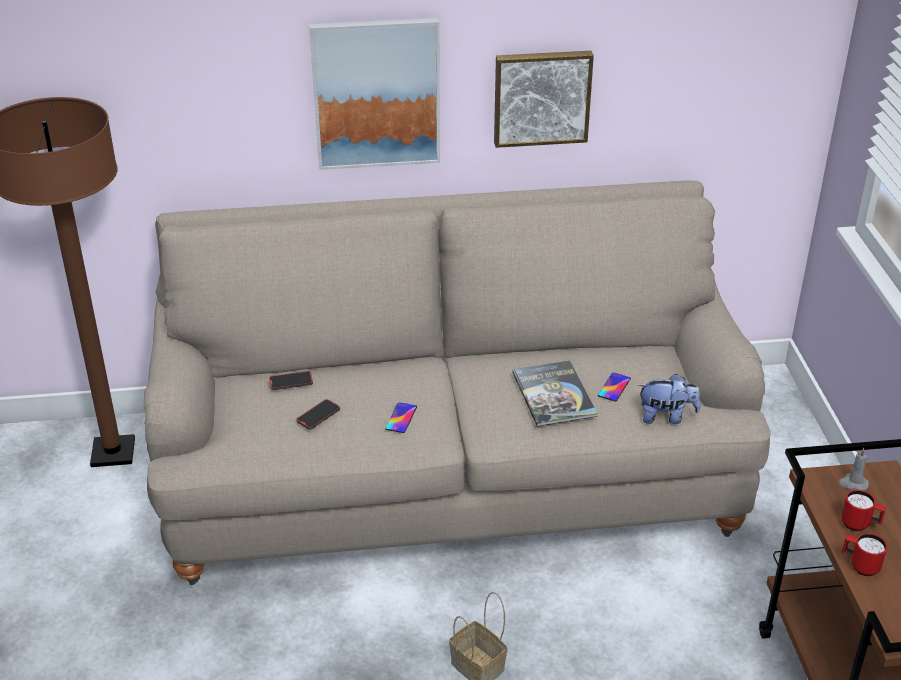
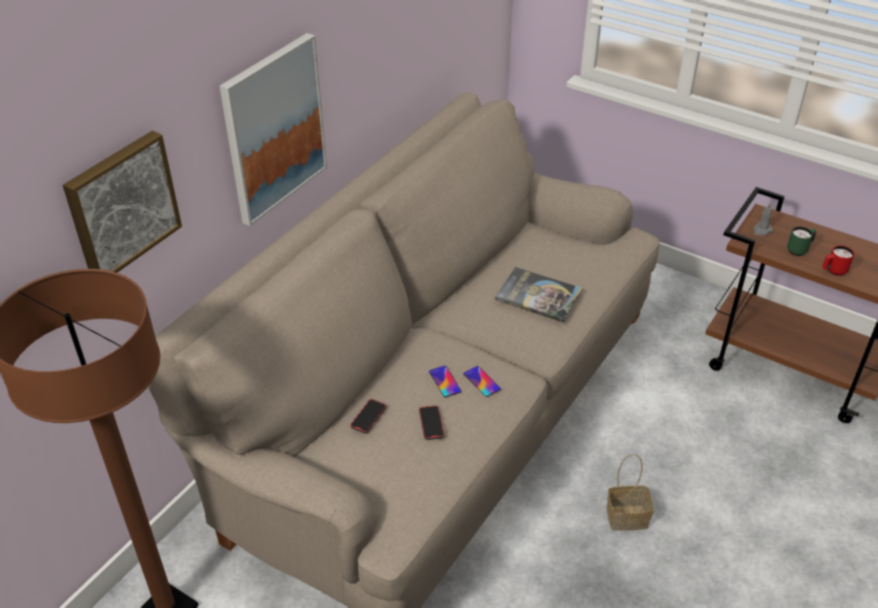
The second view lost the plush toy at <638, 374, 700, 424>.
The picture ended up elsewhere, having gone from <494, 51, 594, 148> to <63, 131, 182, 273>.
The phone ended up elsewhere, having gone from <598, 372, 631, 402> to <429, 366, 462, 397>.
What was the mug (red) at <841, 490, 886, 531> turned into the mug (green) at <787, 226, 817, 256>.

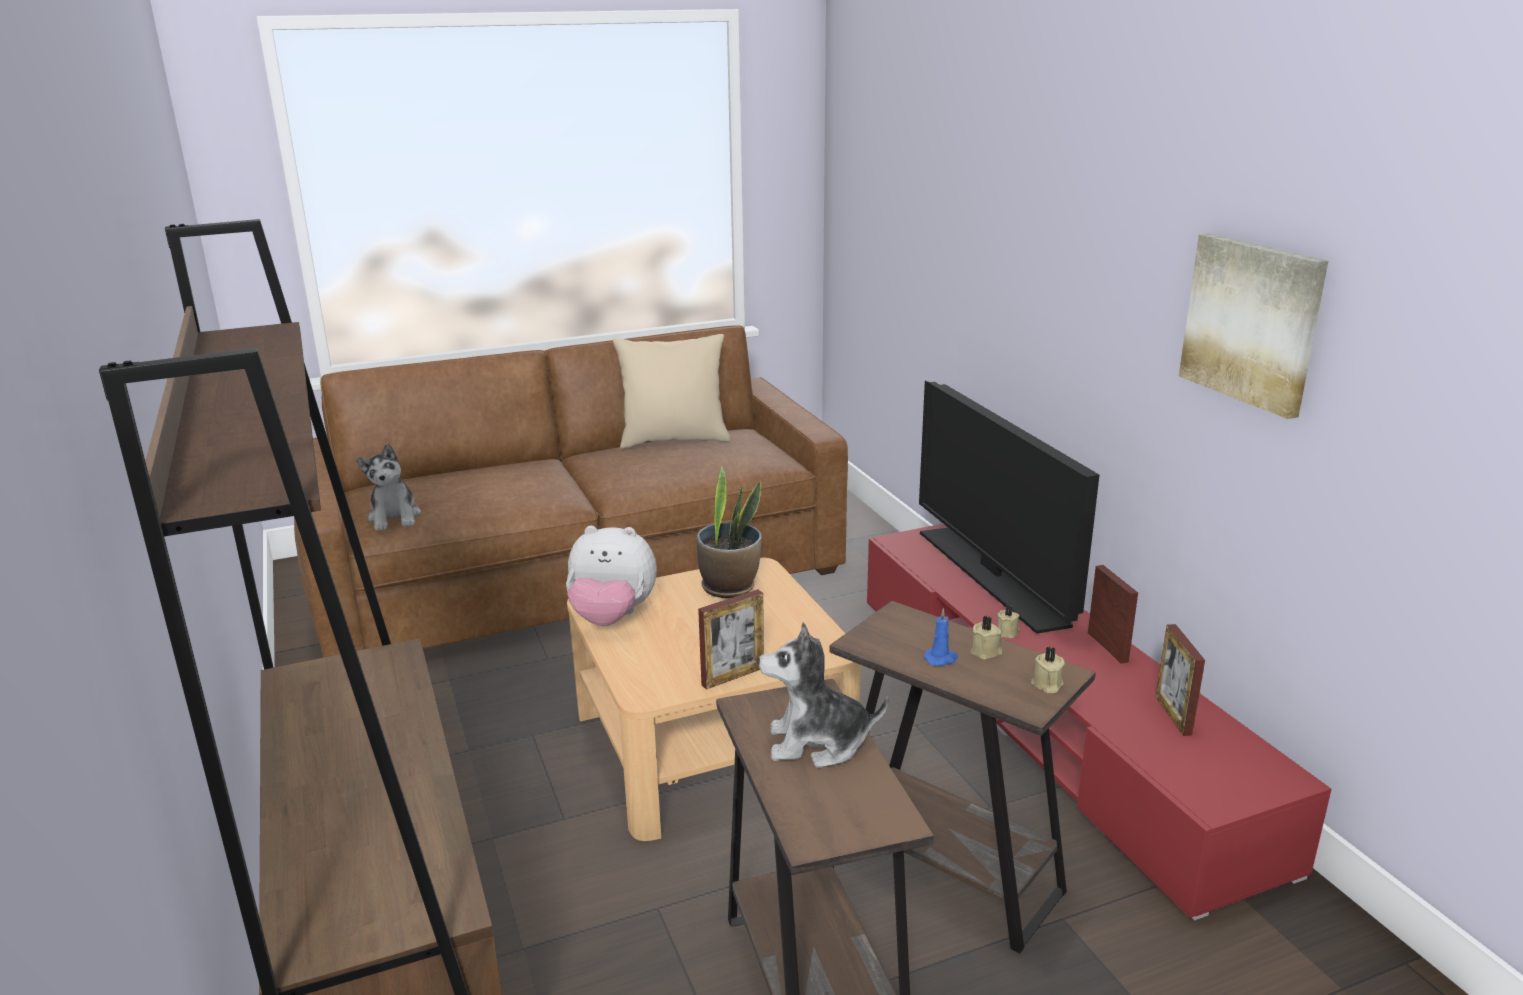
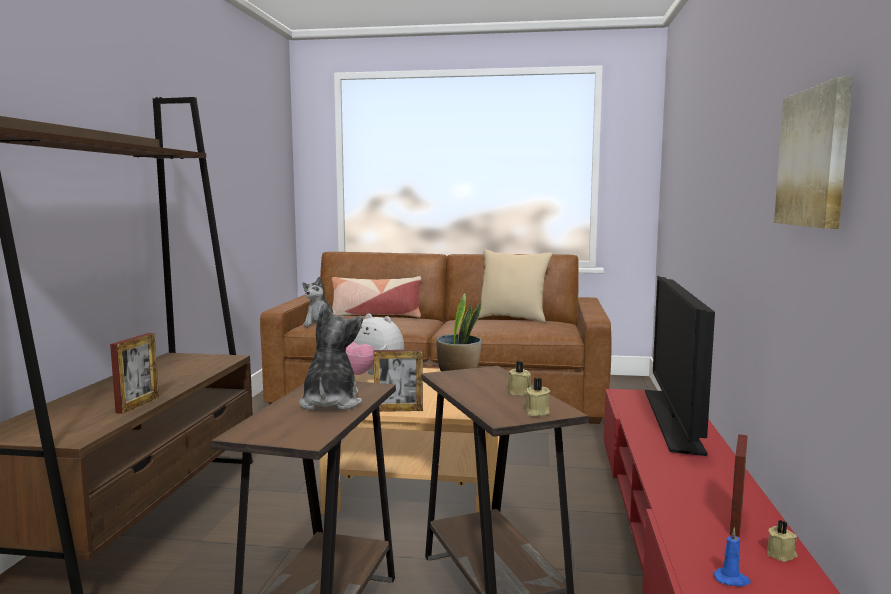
The second view gained the pillow at <332, 276, 421, 318>.
The candle (blue) ended up elsewhere, having gone from <923, 608, 958, 666> to <714, 527, 751, 586>.
The candle (beige) ended up elsewhere, having gone from <997, 605, 1020, 638> to <767, 520, 798, 562>.
The picture frame ended up elsewhere, having gone from <1088, 565, 1138, 664> to <110, 333, 159, 414>.
The plush toy at <758, 622, 888, 768> ended up facing another way, 60 degrees clockwise from before.

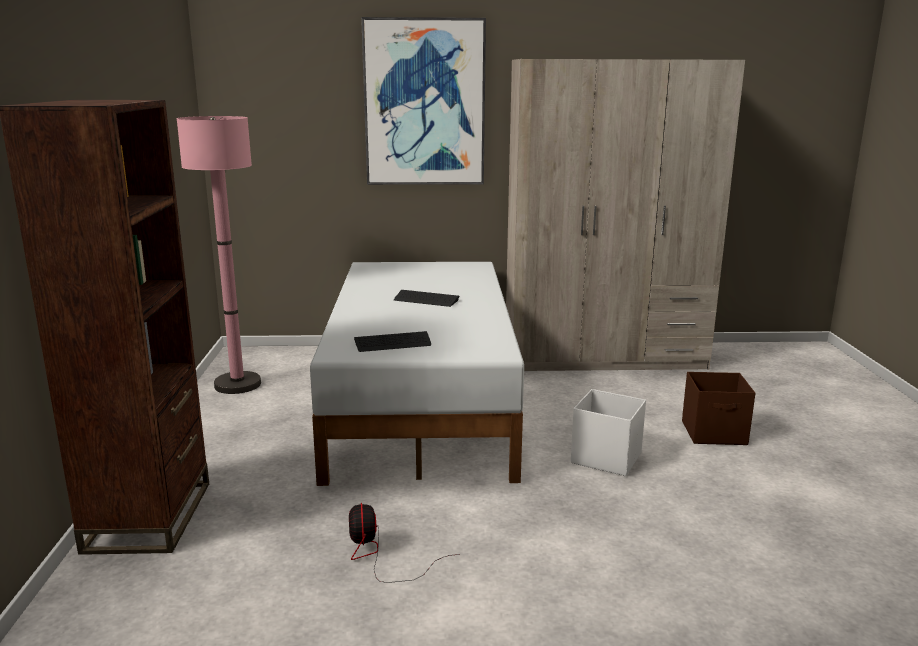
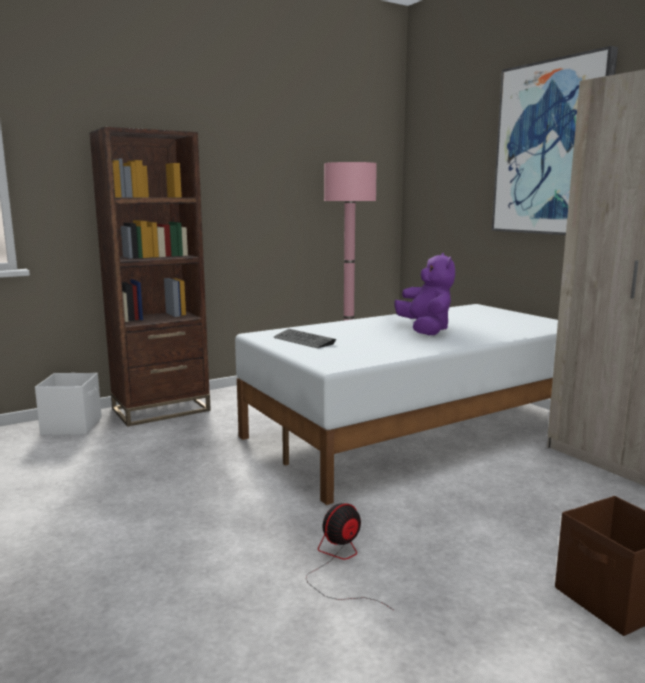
The fan ended up elsewhere, having gone from <349, 503, 460, 583> to <306, 503, 393, 610>.
The storage box (white) ended up elsewhere, having gone from <571, 389, 646, 476> to <35, 373, 102, 435>.
Where the keyboard stood at <394, 290, 459, 307>, the plush toy (purple) came to stand at <394, 253, 455, 335>.

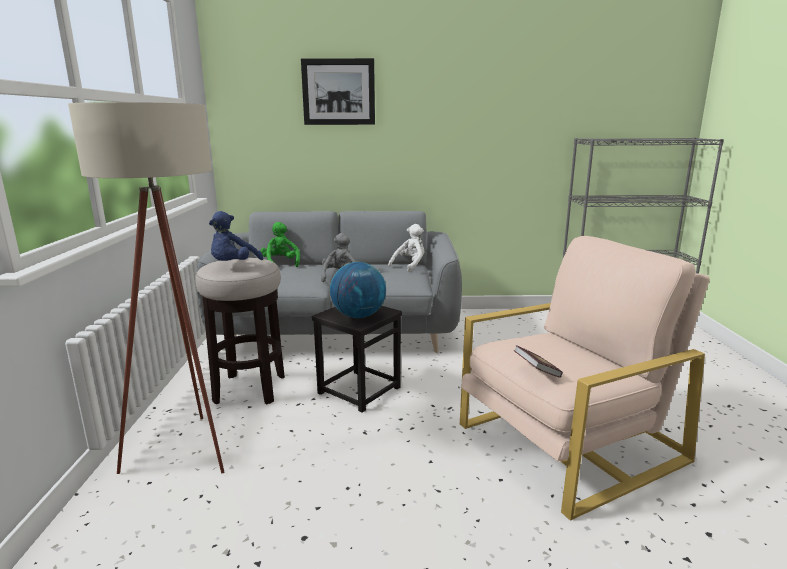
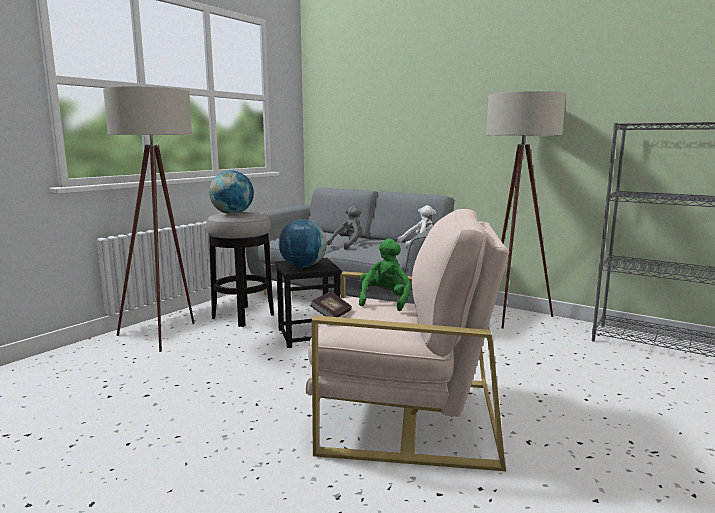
The second view lost the picture at <301, 58, 375, 125>.
The second view gained the floor lamp (beige) at <486, 91, 566, 329>.
The plush toy (green) ended up elsewhere, having gone from <261, 222, 300, 267> to <359, 238, 411, 311>.
Where the plush toy (blue) stood at <209, 211, 263, 261>, the globe came to stand at <209, 170, 254, 214>.

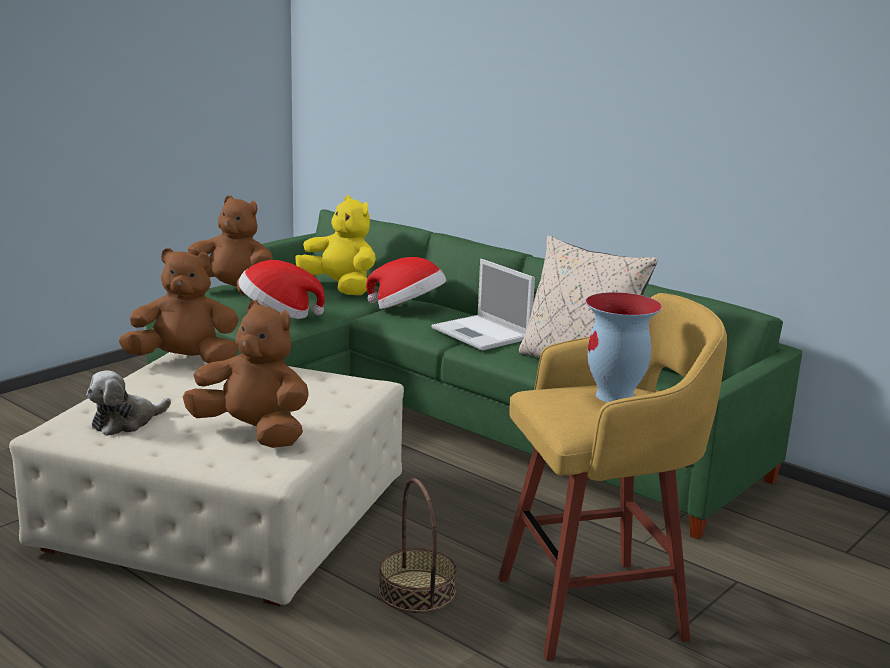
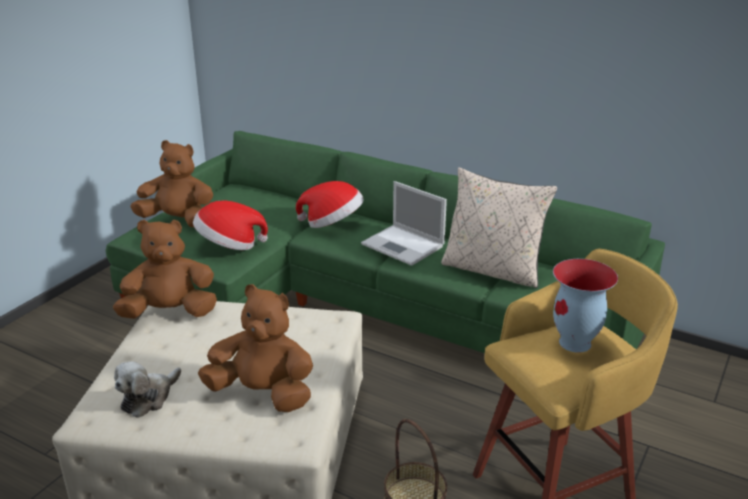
The second view lost the plush toy (yellow) at <295, 195, 376, 295>.

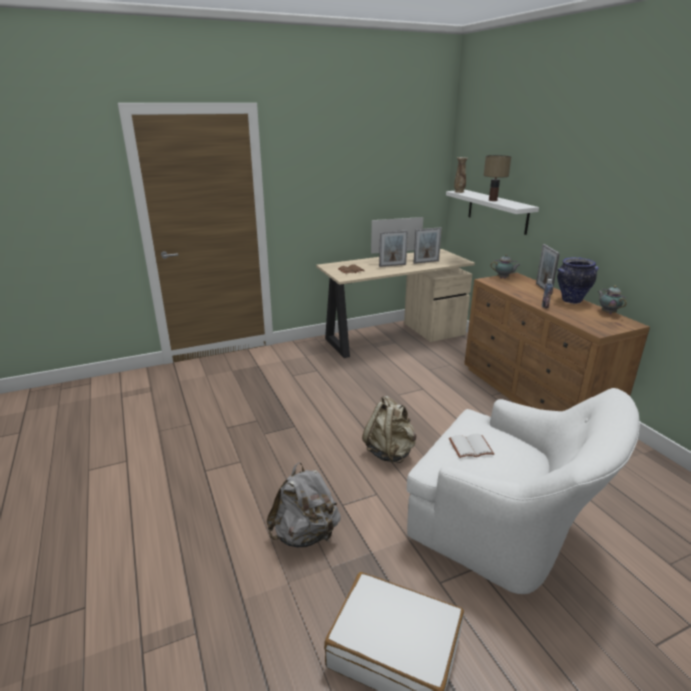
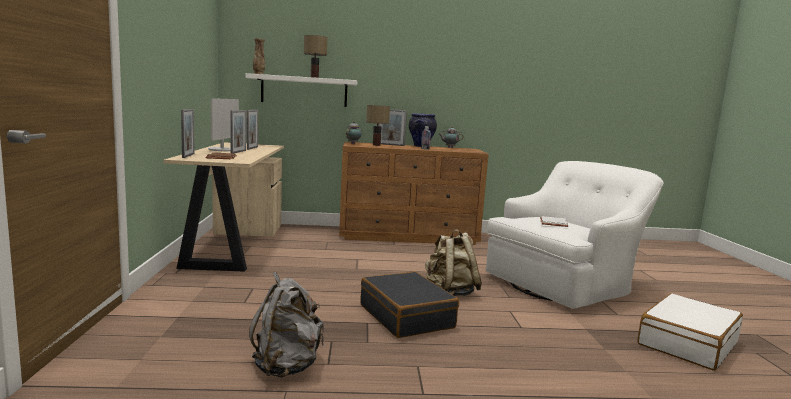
The second view gained the picture frame at <181, 109, 195, 158>.
The second view gained the suitcase (black) at <361, 272, 459, 338>.
The second view gained the table lamp at <366, 105, 390, 146>.
The backpack (grey) ended up elsewhere, having gone from <267, 462, 341, 547> to <249, 272, 324, 378>.

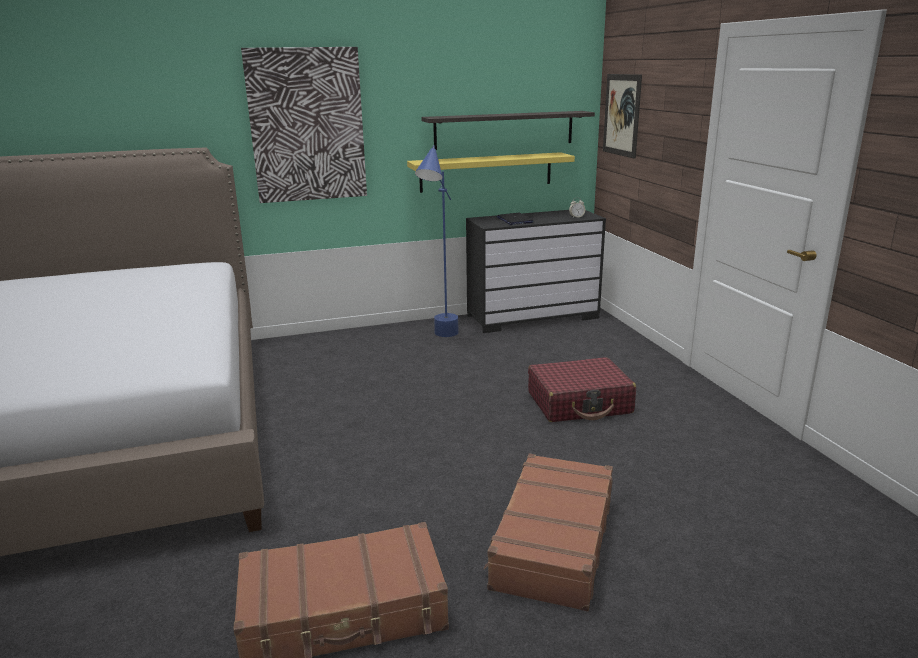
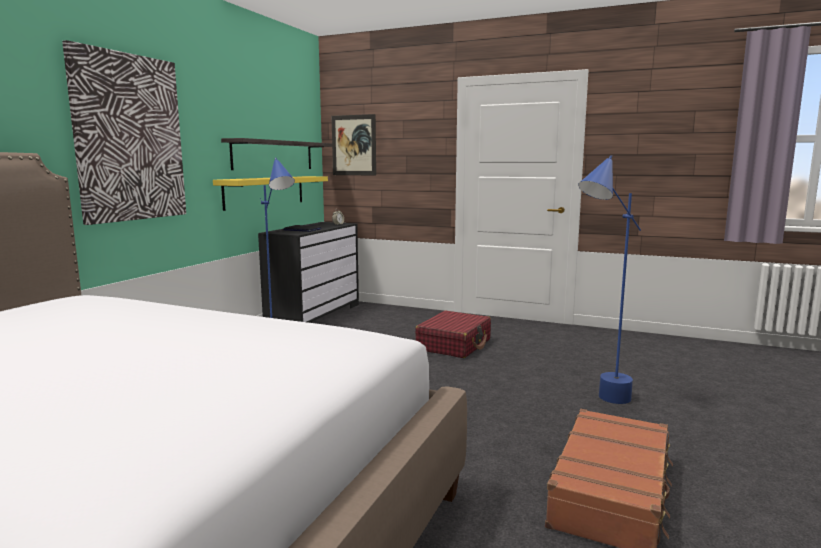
Where the suitcase (brown) stood at <484, 454, 613, 612>, the floor lamp (blue) came to stand at <578, 155, 641, 404>.

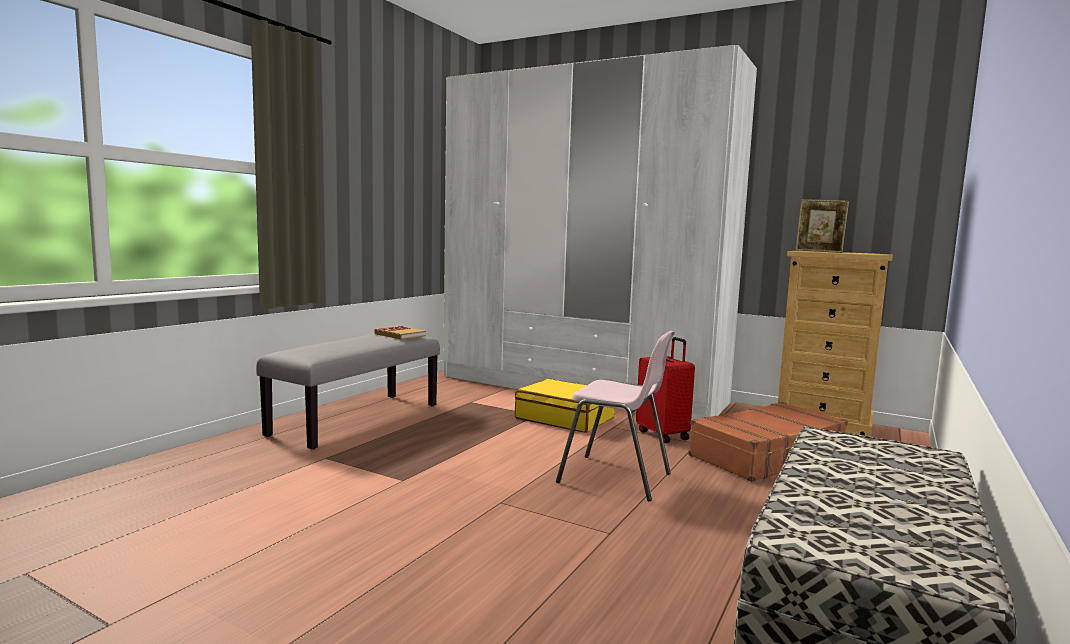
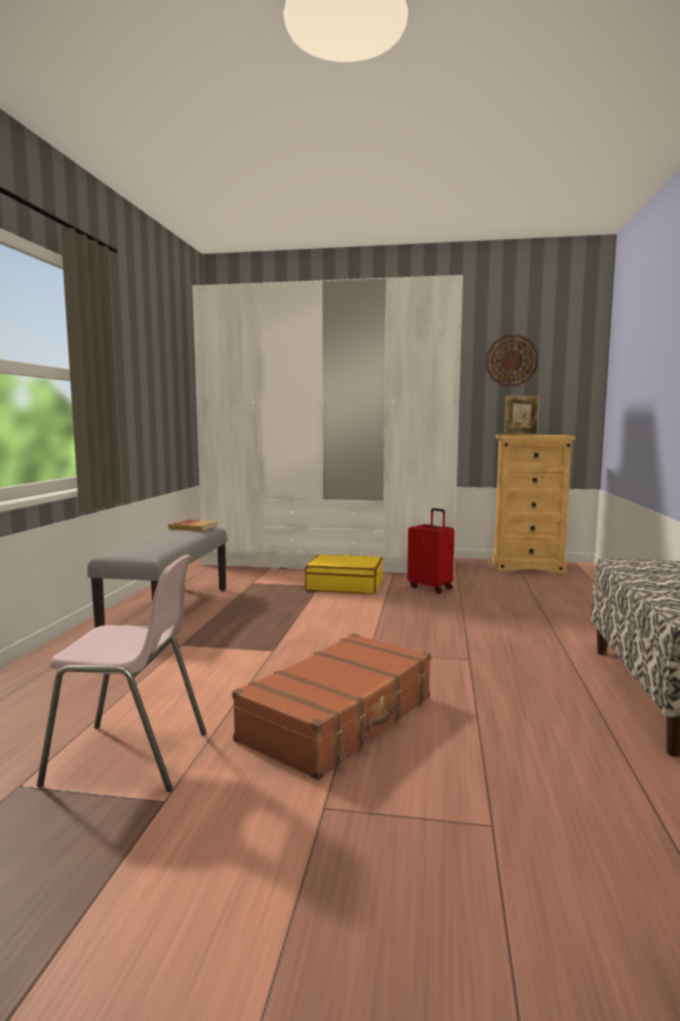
The second view gained the wall clock at <486, 335, 538, 387>.
The chair (pink) ended up elsewhere, having gone from <556, 331, 675, 501> to <37, 555, 207, 792>.
The suitcase (brown) ended up elsewhere, having gone from <688, 402, 848, 482> to <232, 633, 431, 780>.

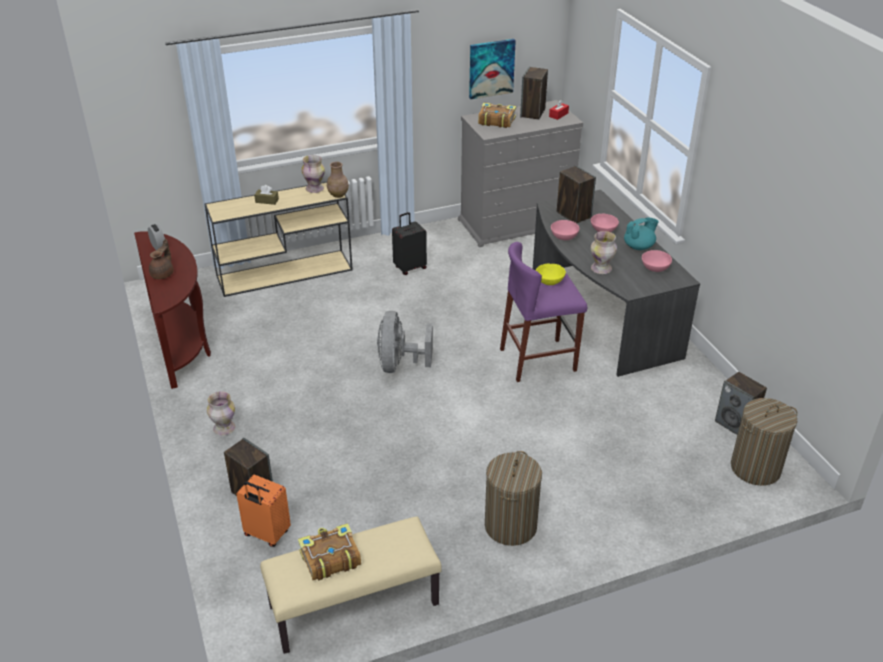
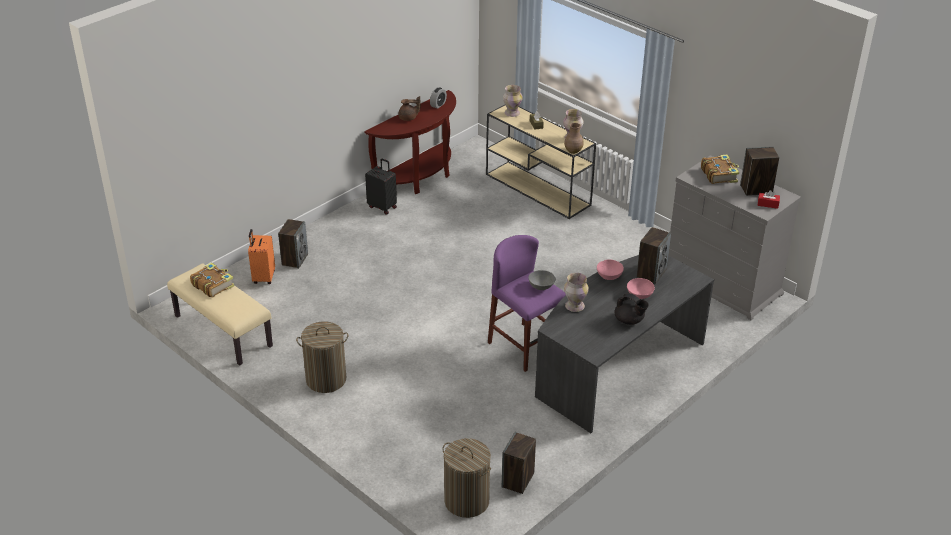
The second view lost the fan (grey) at <377, 311, 433, 373>.
The second view lost the picture at <469, 39, 516, 99>.
The second view lost the bowl (pink) at <642, 250, 672, 272>.
The vase ended up elsewhere, having gone from <207, 391, 236, 435> to <503, 85, 523, 117>.
The suitcase (black) ended up elsewhere, having gone from <392, 212, 427, 275> to <365, 158, 397, 215>.
What was the bowl (yellow) at <536, 264, 566, 285> turned into the bowl (grey) at <529, 270, 556, 290>.
What was the teapot (turquoise) at <624, 217, 659, 250> turned into the teapot (black) at <615, 293, 649, 325>.

